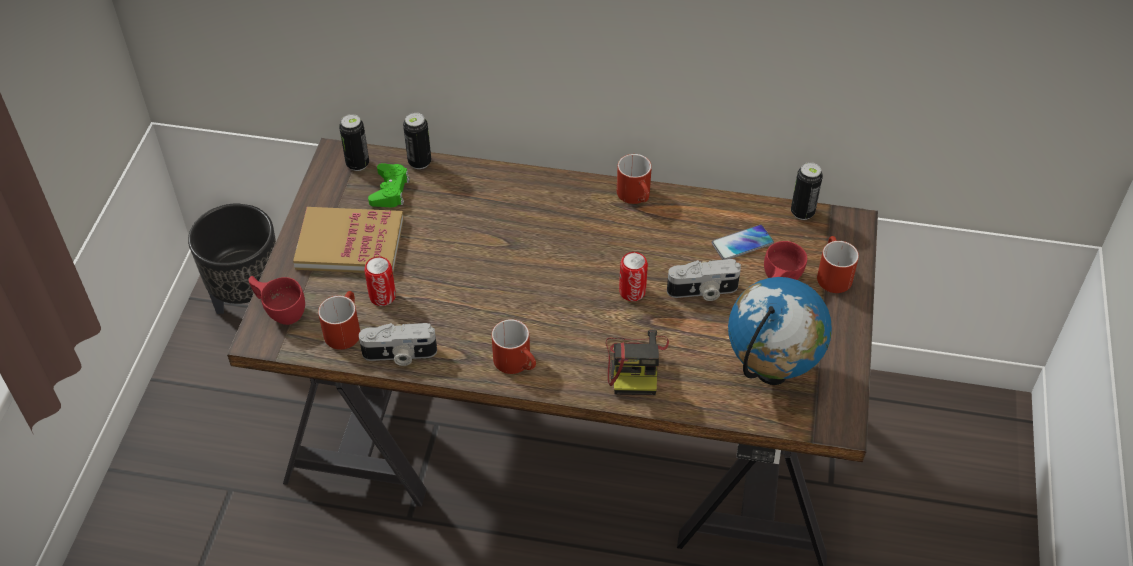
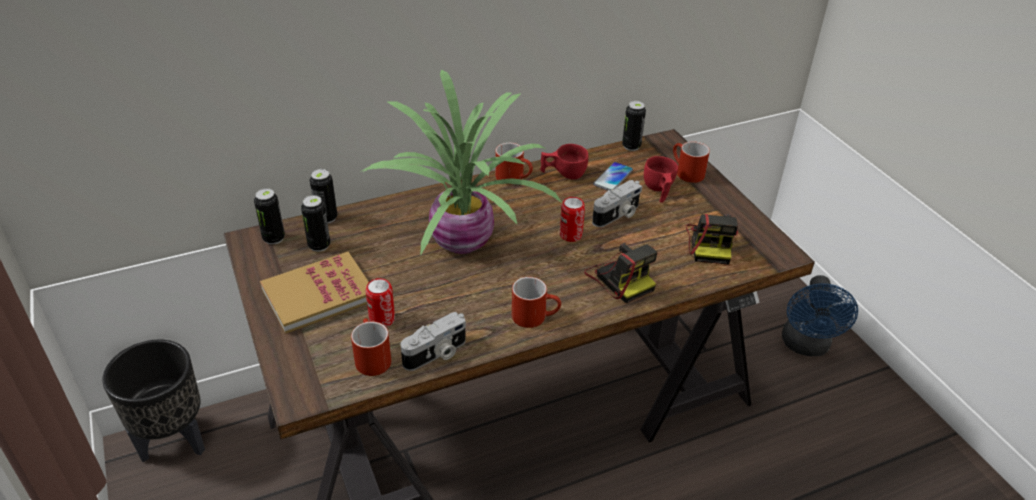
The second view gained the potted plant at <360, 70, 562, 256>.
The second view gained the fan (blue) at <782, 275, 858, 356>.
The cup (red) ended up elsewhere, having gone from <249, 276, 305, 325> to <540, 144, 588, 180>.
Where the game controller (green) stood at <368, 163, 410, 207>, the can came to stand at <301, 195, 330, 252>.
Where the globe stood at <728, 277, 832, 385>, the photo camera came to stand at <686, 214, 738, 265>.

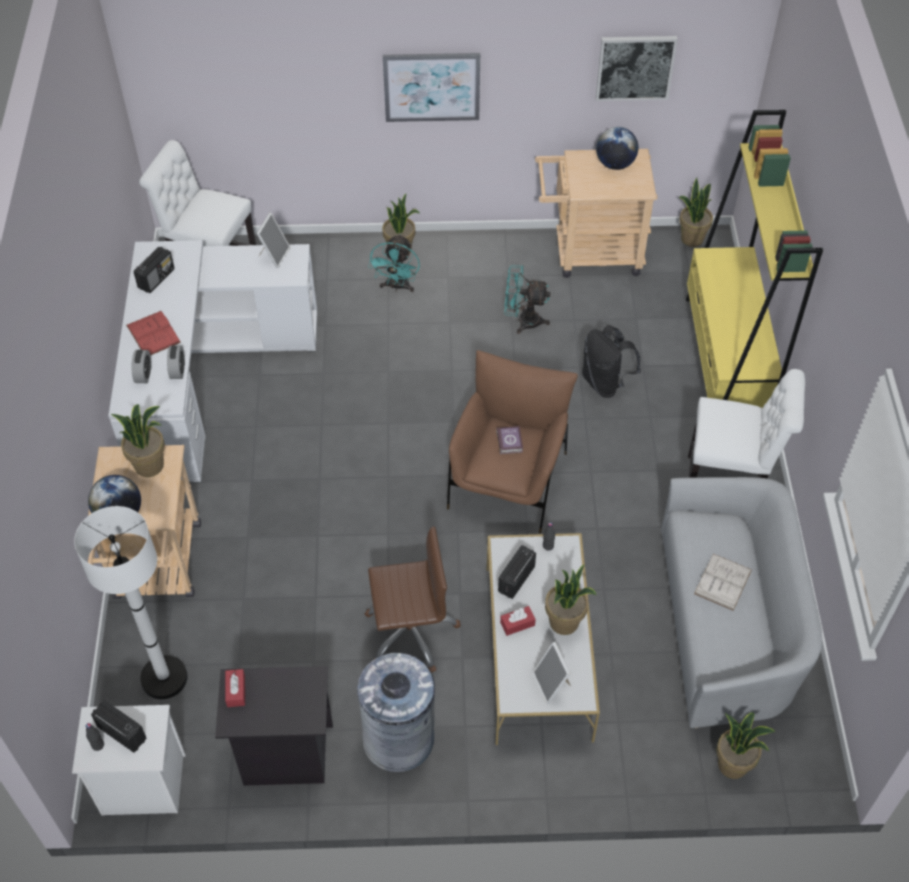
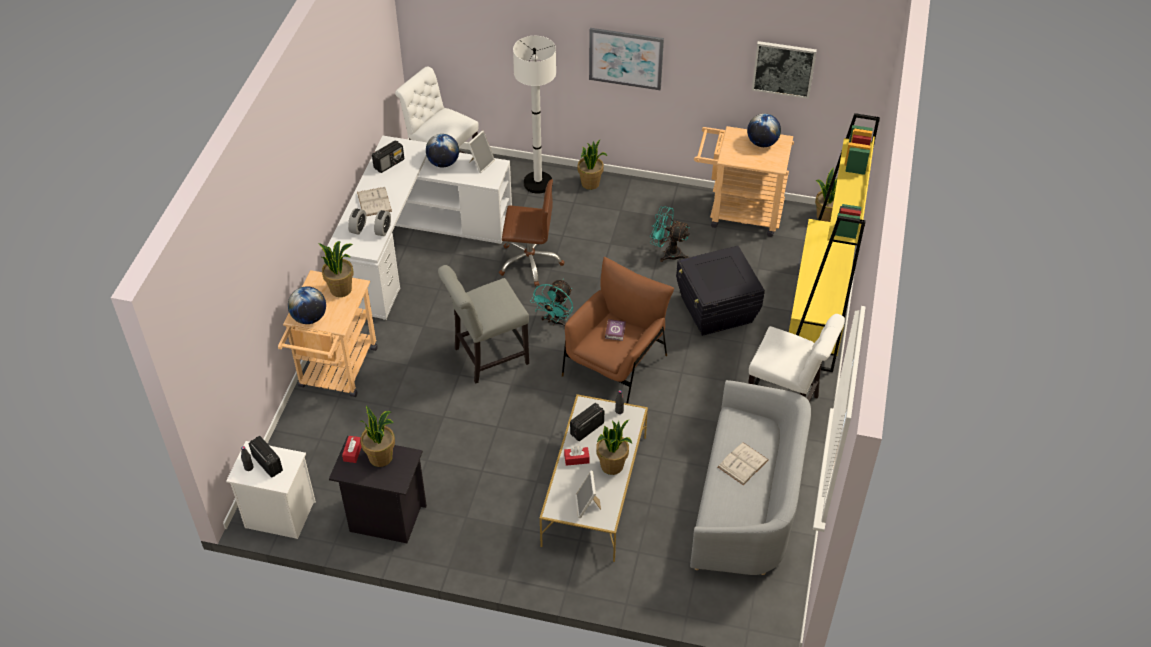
The second view lost the trash can (grey) at <357, 653, 435, 772>.
The second view gained the globe at <426, 134, 459, 168>.
The second view gained the chair (grey) at <438, 265, 529, 384>.
The floor lamp (white) ended up elsewhere, having gone from <74, 506, 188, 699> to <513, 36, 556, 194>.
The office chair (brown) ended up elsewhere, having gone from <365, 526, 461, 673> to <499, 179, 564, 286>.
The fan (turquoise) ended up elsewhere, having gone from <368, 234, 420, 292> to <530, 279, 573, 326>.
The potted plant ended up elsewhere, having gone from <716, 712, 776, 779> to <359, 405, 395, 467>.
Where the backpack (black) stood at <582, 325, 641, 398>, the storage box (black) came to stand at <676, 246, 765, 336>.
What was the book (red) at <126, 311, 181, 355> turned into the book (white) at <357, 187, 392, 216>.

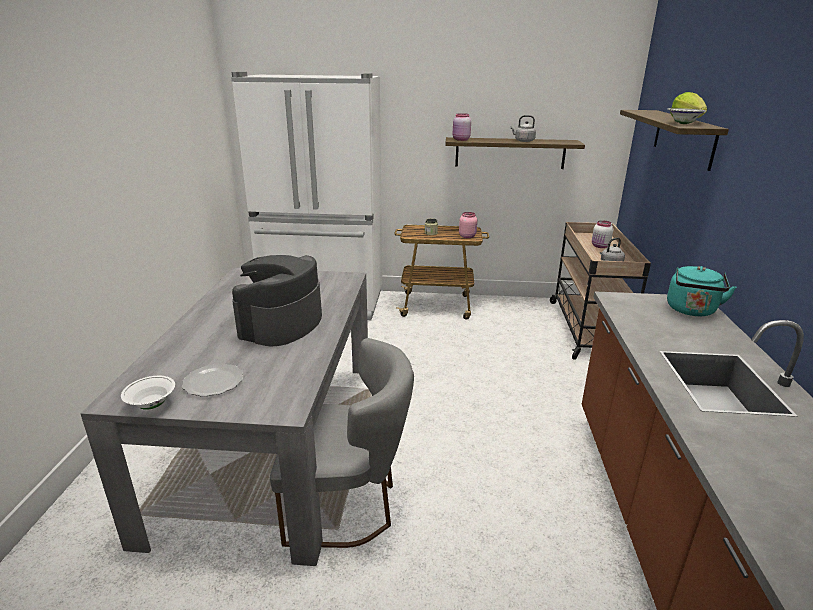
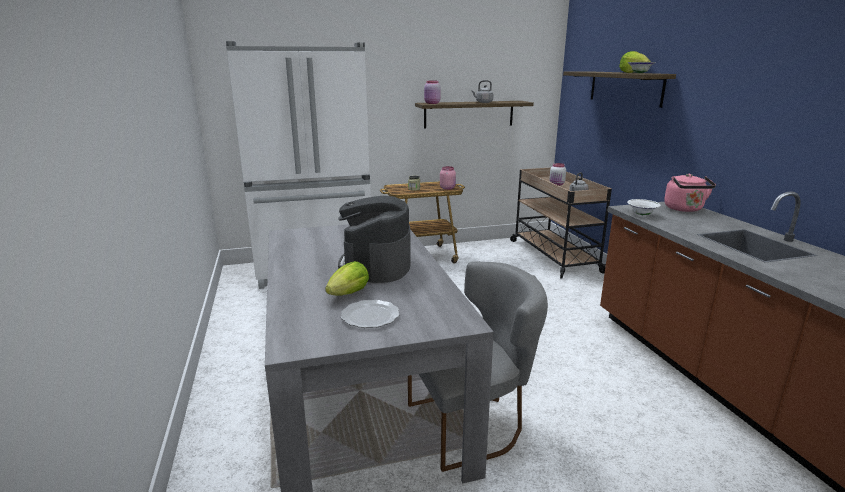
The second view gained the lettuce at <325, 261, 369, 296>.
The bowl (white) ended up elsewhere, having gone from <121, 376, 175, 410> to <627, 199, 660, 215>.
What was the kettle (turquoise) at <667, 266, 737, 316> turned into the kettle (pink) at <664, 174, 716, 212>.

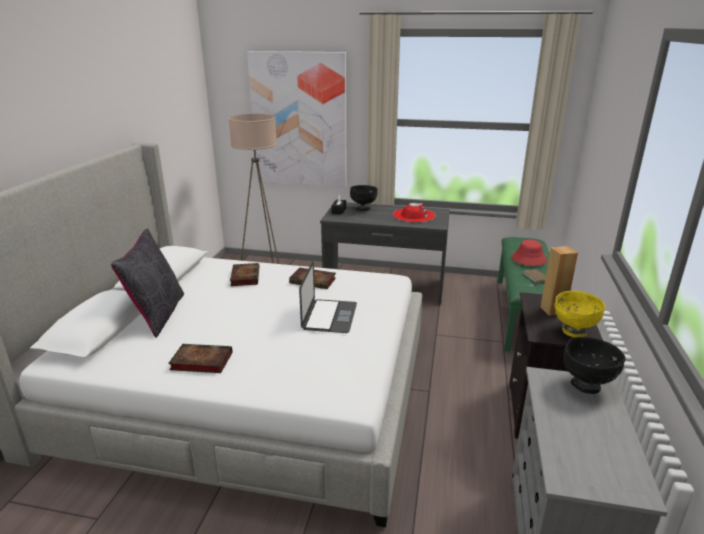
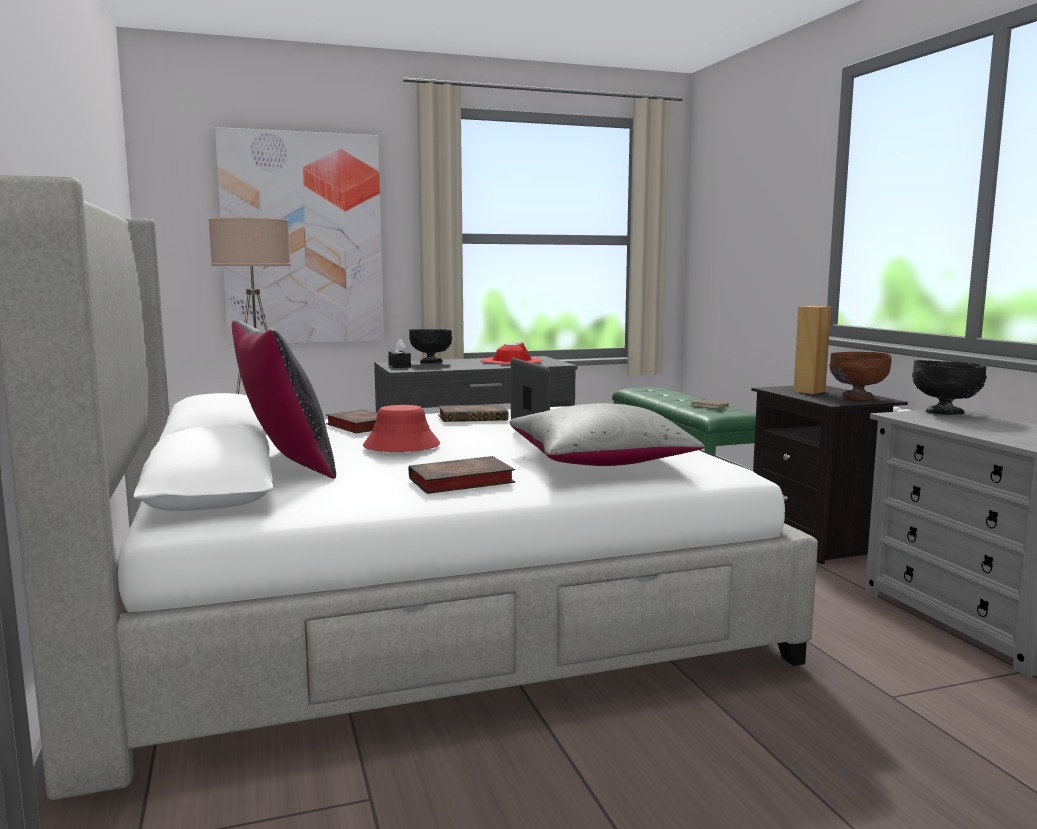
The second view gained the pillow (grey) at <509, 403, 705, 466>.
The hat (red) ended up elsewhere, having gone from <512, 240, 547, 266> to <363, 405, 440, 452>.
What was the bowl (yellow) at <554, 291, 605, 337> turned into the bowl (brown) at <829, 352, 892, 400>.

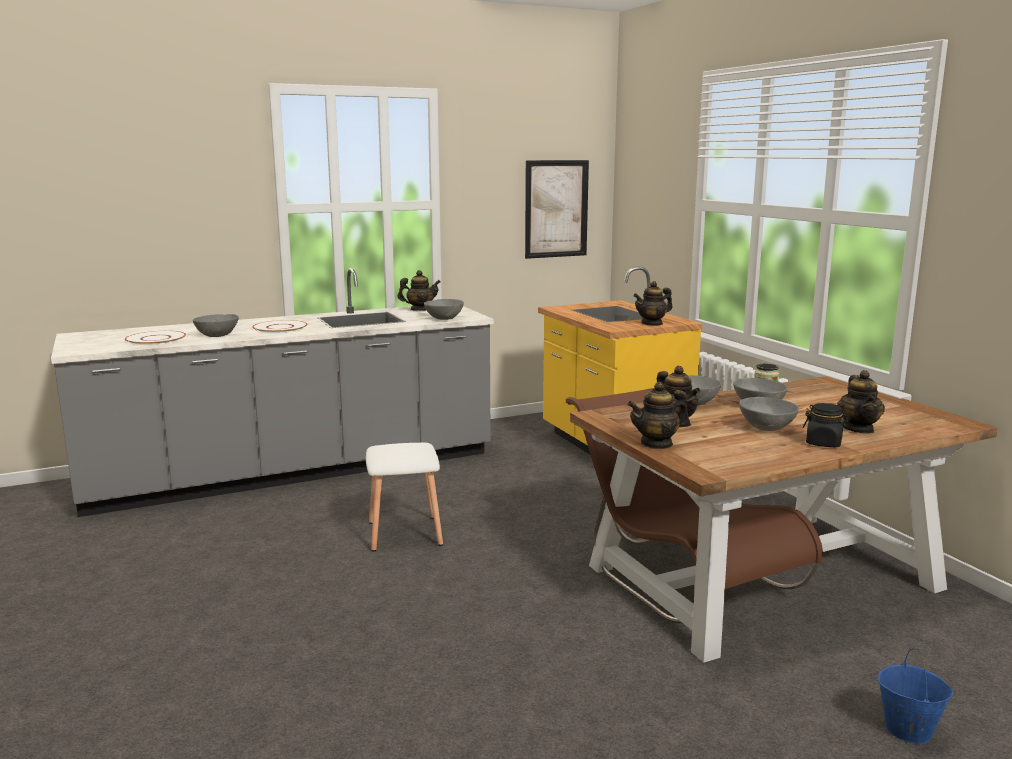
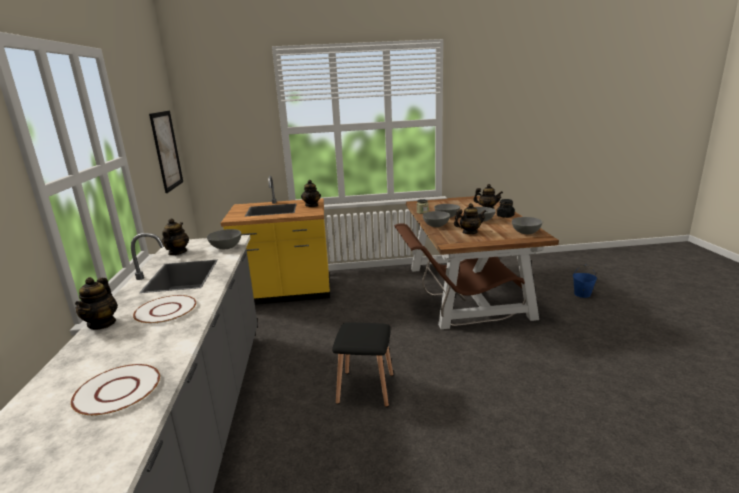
The bowl (grey) ended up elsewhere, having gone from <193, 314, 239, 337> to <511, 217, 542, 234>.
The teapot ended up elsewhere, having gone from <628, 382, 689, 449> to <75, 277, 118, 330>.
What was the stool (white) at <366, 443, 443, 551> turned into the stool (black) at <332, 322, 393, 407>.

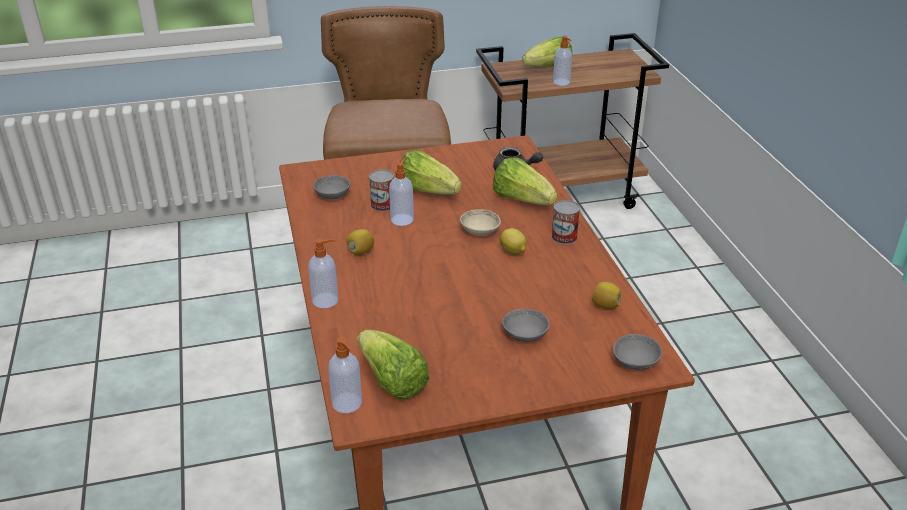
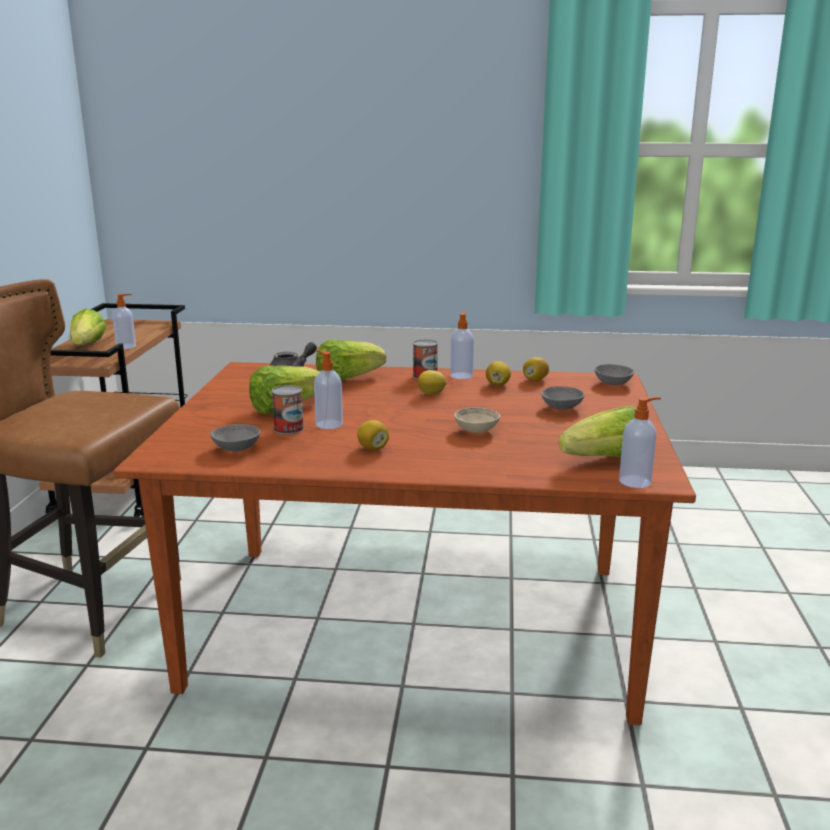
The second view gained the lemon at <486, 361, 511, 386>.
The soap dispenser ended up elsewhere, having gone from <308, 239, 338, 308> to <450, 311, 474, 379>.
The bowl (beige) ended up elsewhere, having gone from <460, 209, 501, 236> to <454, 408, 500, 433>.

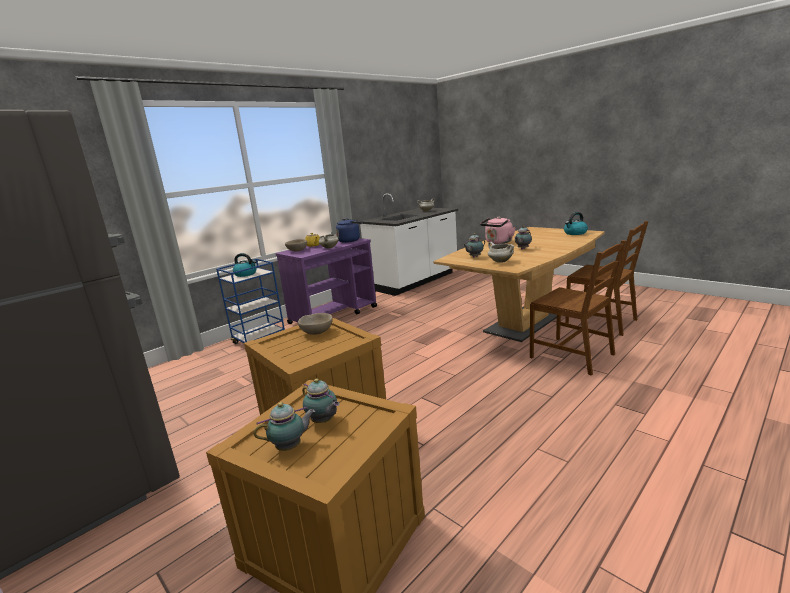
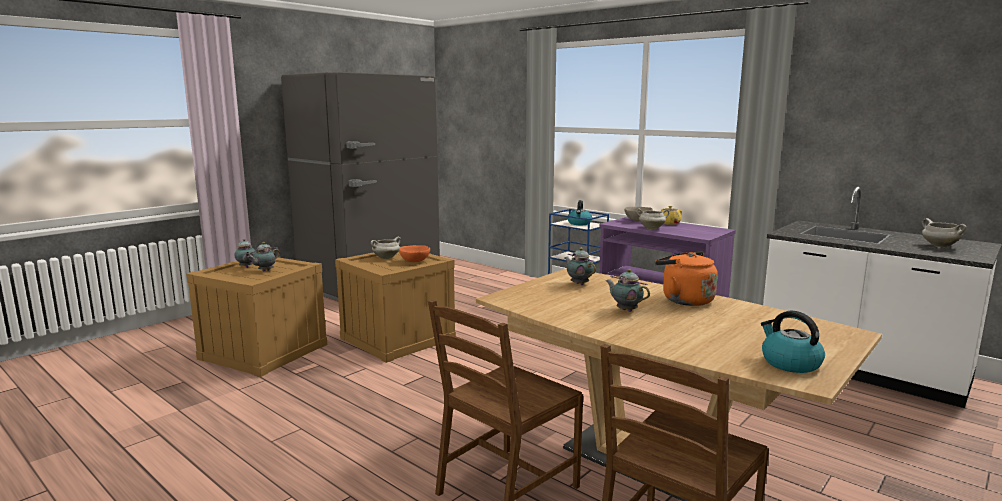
The second view lost the kettle (blue) at <336, 218, 362, 243>.
The cooking pot (white) ended up elsewhere, having gone from <488, 242, 514, 263> to <371, 237, 401, 259>.
What was the bowl (beige) at <298, 313, 333, 335> turned into the bowl (orange) at <399, 245, 430, 262>.
What was the kettle (pink) at <480, 217, 516, 244> turned into the kettle (orange) at <655, 252, 718, 306>.

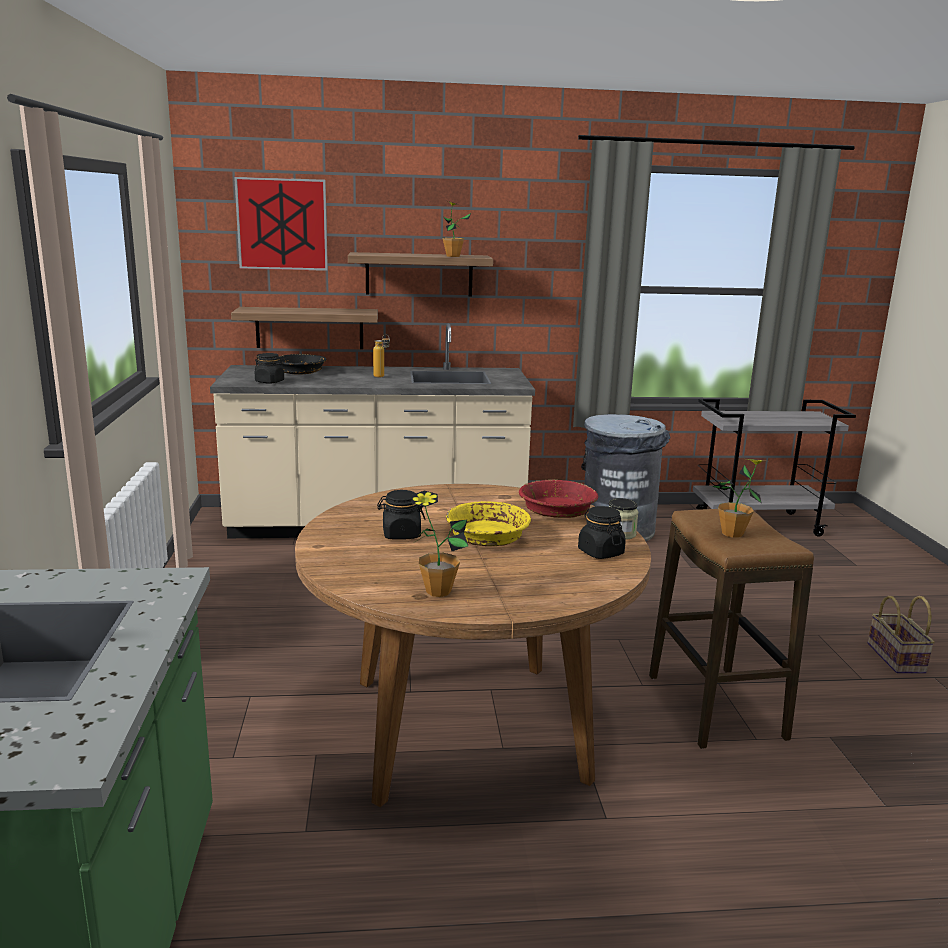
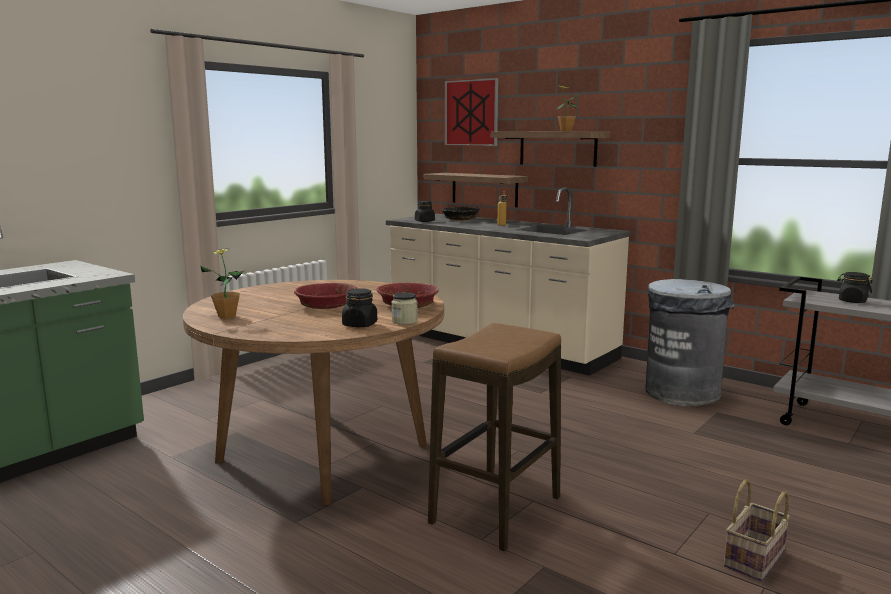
The second view lost the potted plant at <712, 459, 765, 538>.
The jar (black) ended up elsewhere, having gone from <377, 490, 426, 540> to <837, 272, 873, 303>.
What was the bowl (yellow) at <446, 501, 531, 546> turned into the bowl (red) at <294, 283, 357, 309>.

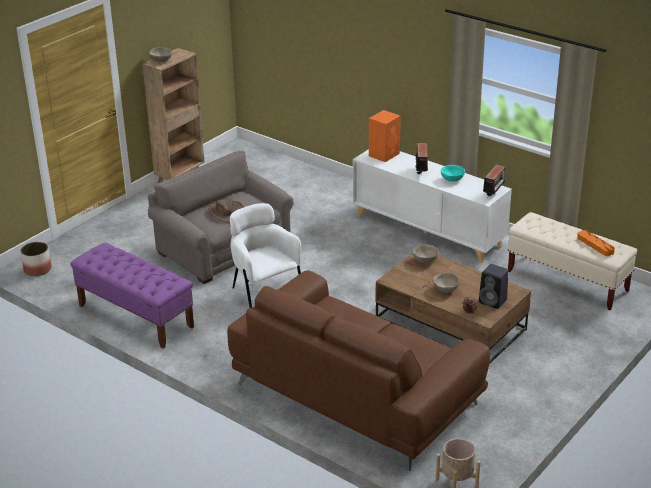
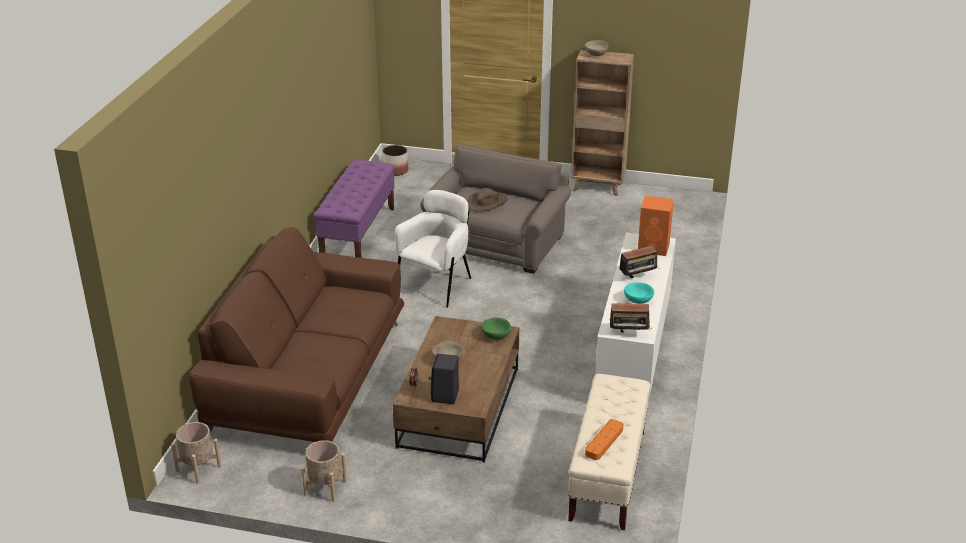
The second view gained the planter (beige) at <301, 440, 347, 502>.
What was the bowl (beige) at <413, 244, 439, 263> turned into the bowl (green) at <481, 318, 511, 340>.

